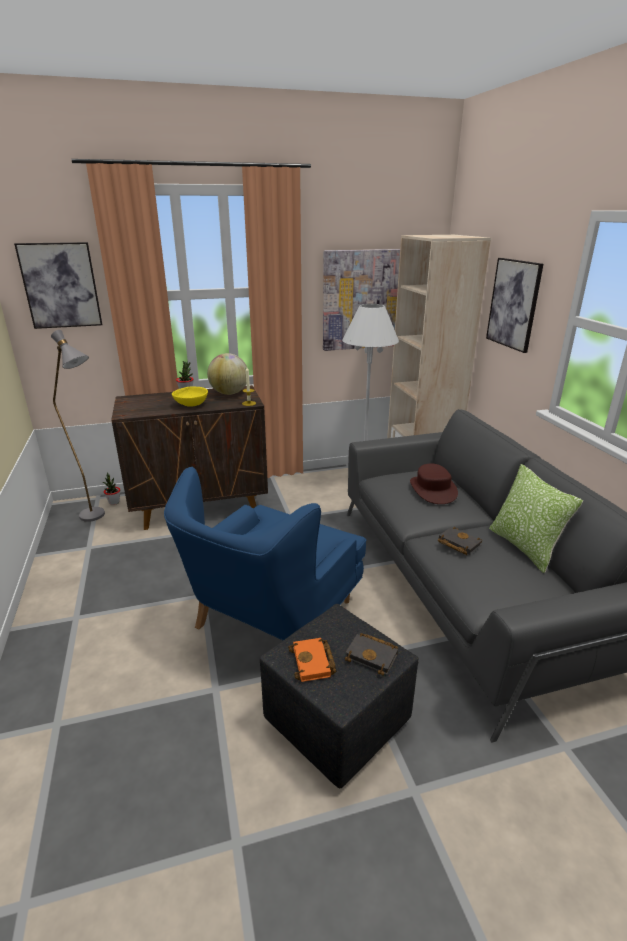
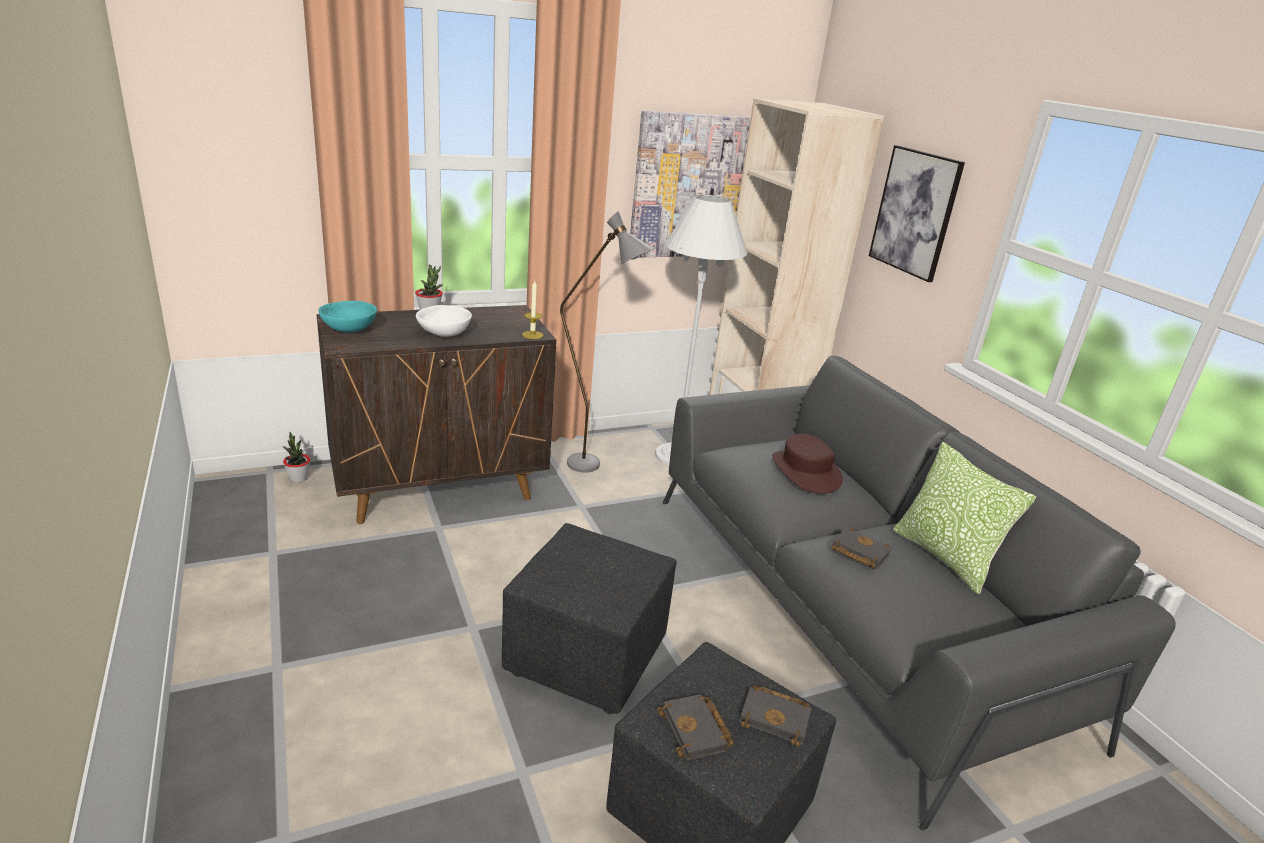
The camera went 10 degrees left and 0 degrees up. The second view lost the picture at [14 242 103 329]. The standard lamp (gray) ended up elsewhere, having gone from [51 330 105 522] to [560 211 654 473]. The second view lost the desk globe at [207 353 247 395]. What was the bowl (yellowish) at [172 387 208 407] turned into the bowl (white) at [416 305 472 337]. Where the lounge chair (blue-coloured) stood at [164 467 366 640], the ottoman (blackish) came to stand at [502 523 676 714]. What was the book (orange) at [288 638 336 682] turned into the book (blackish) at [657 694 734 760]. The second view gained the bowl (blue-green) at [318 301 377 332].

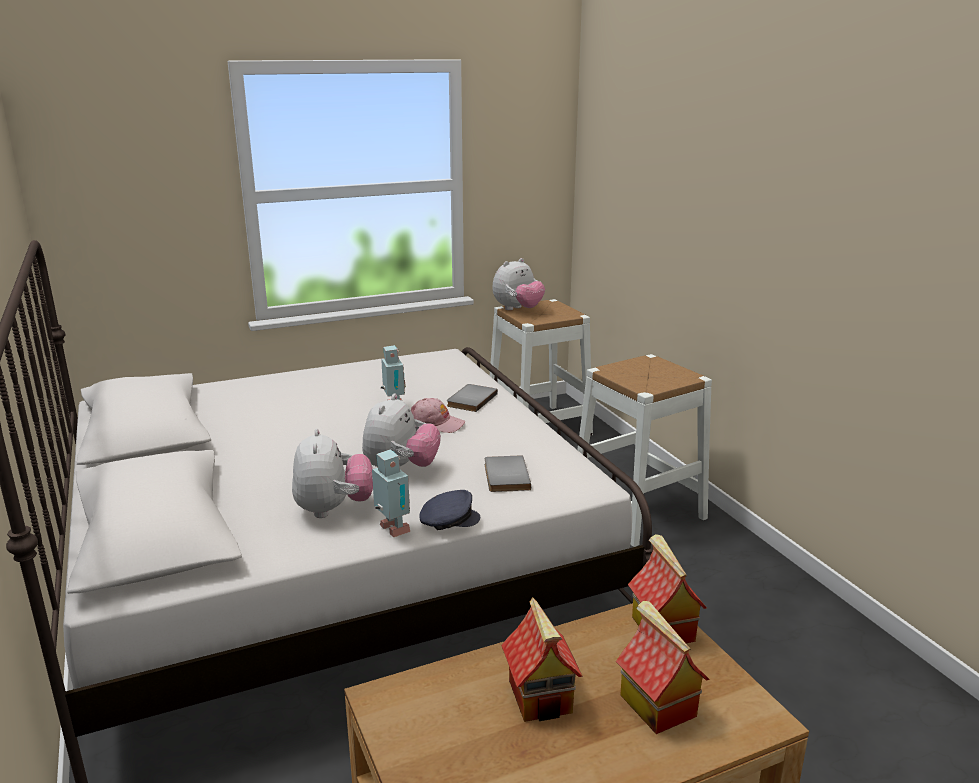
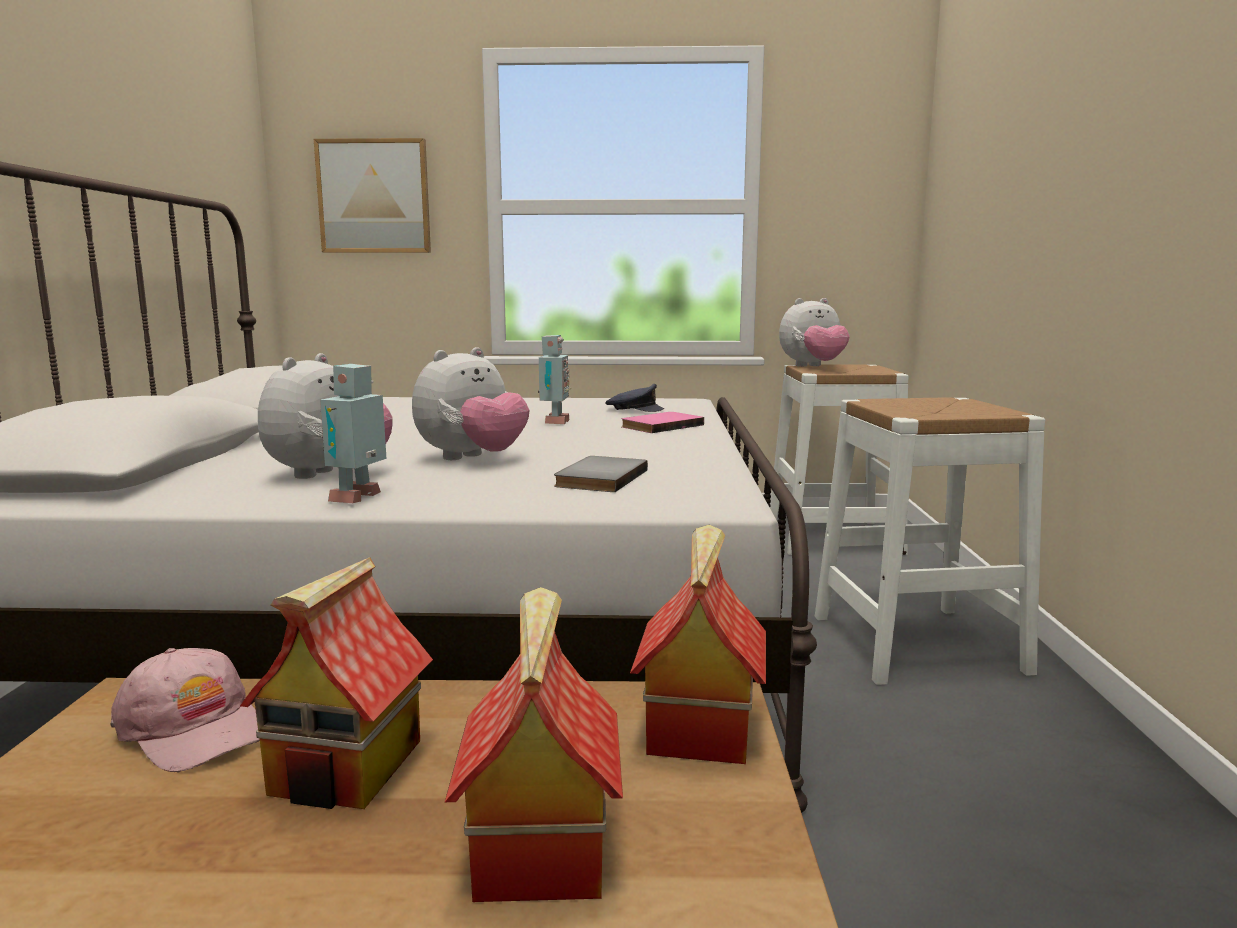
The camera went 25 degrees right and 10 degrees down. What was the book (gray) at [447 384 498 412] turned into the book (pink) at [621 412 704 433]. The baseball cap (pink) ended up elsewhere, having gone from [411 398 465 433] to [110 648 260 773]. The toy robot at [372 449 410 537] ended up facing another way, 150 degrees counterclockwise from before. The baseball cap (gray) ended up elsewhere, having gone from [419 490 480 530] to [606 384 664 412]. The second view gained the picture at [314 138 431 253].

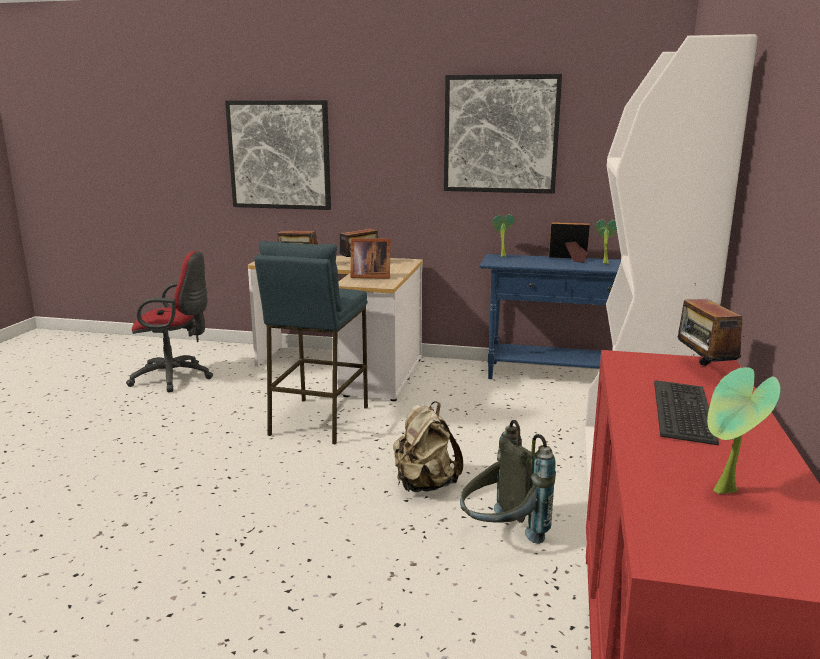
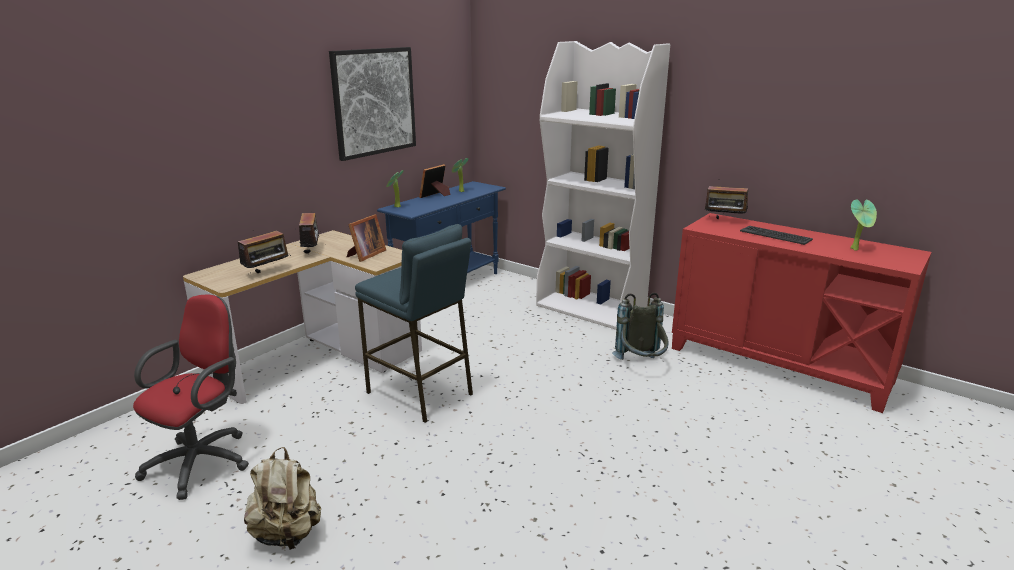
The camera went 65 degrees left and 5 degrees up. The second view lost the picture at [225 100 331 210]. The rucksack (sand-coloured) ended up elsewhere, having gone from [393 402 463 492] to [244 447 321 550].

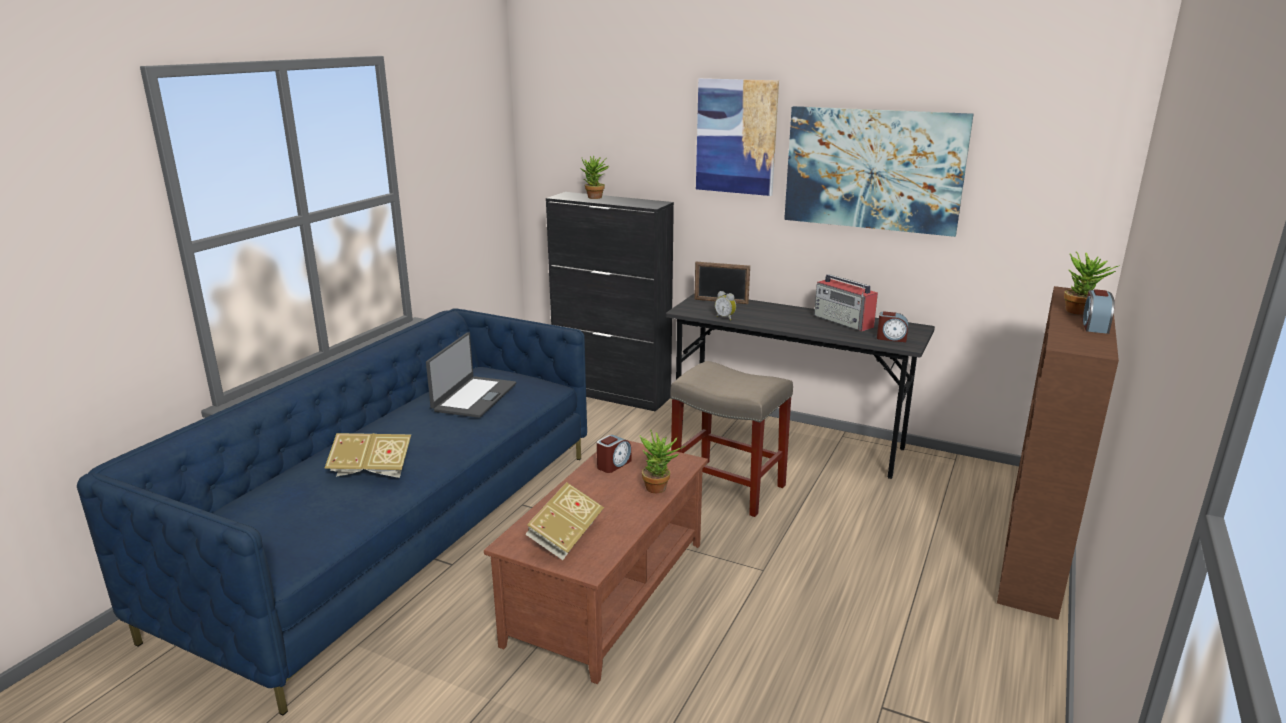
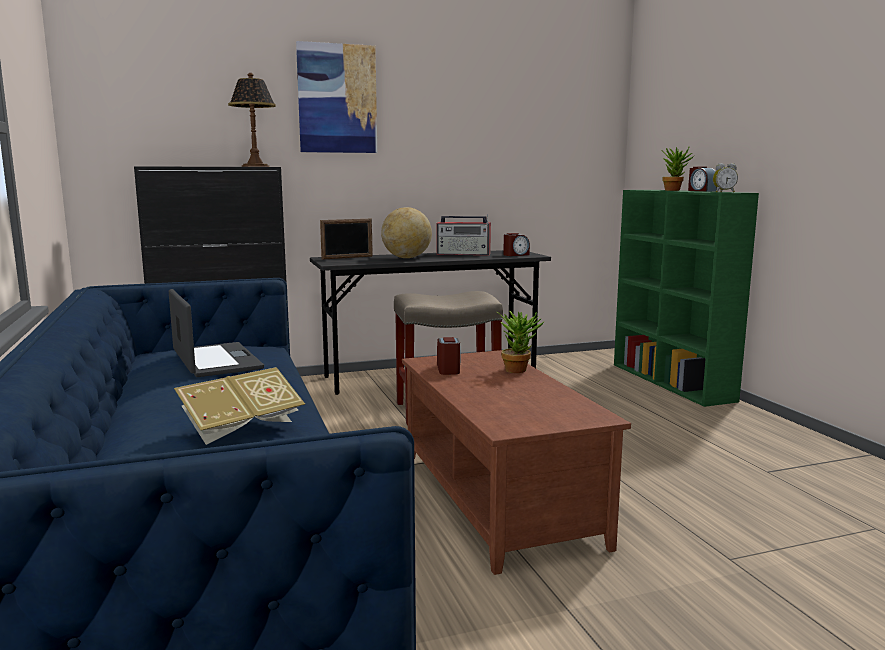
The camera went 45 degrees left and 10 degrees down. The second view lost the picture at [784 106 974 237]. The second view lost the potted plant at [581 155 610 199]. What was the bookcase (brown-coloured) at [997 286 1119 620] turned into the bookcase (greenish) at [614 190 759 407]. The table clock ended up elsewhere, having gone from [715 291 736 321] to [713 163 738 192]. The second view lost the book at [525 482 604 560]. The second view gained the table lamp at [228 73 276 167]. The second view gained the desk globe at [381 207 432 258].

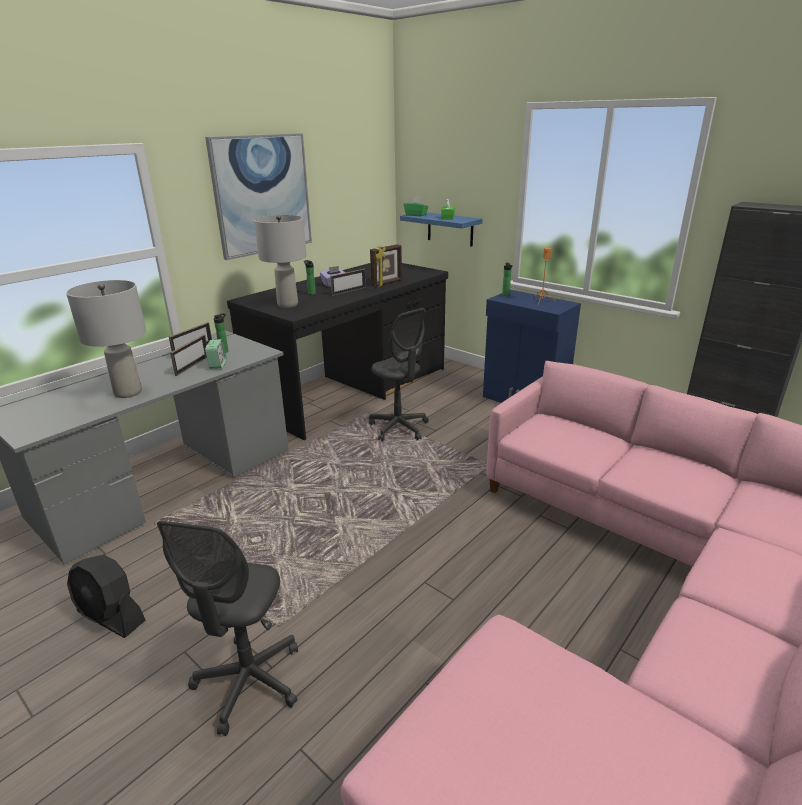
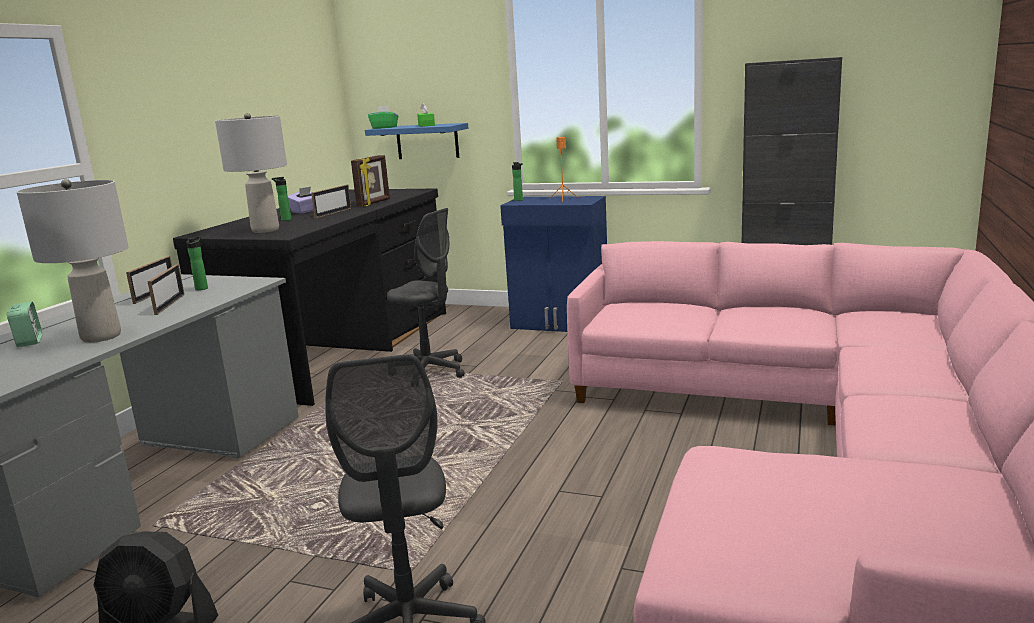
The camera went 20 degrees left and 10 degrees down. The second view lost the picture at [205 133 312 260]. The table clock ended up elsewhere, having gone from [205 339 226 369] to [7 302 42 347].

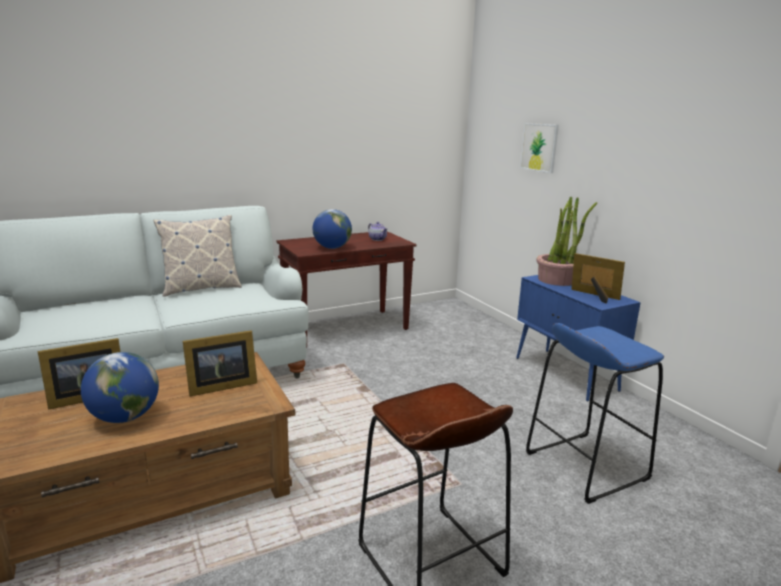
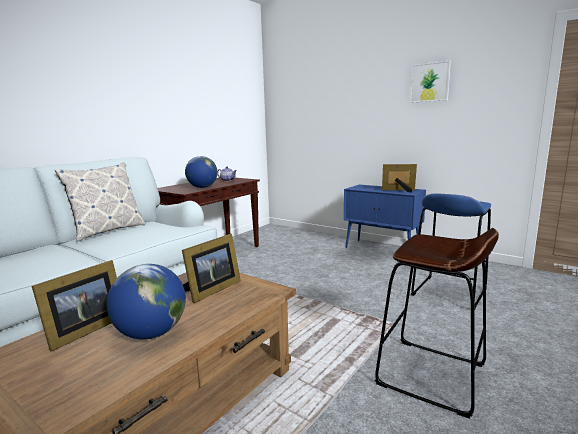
The camera went 25 degrees left and 5 degrees down. The picture ended up elsewhere, having gone from [520 123 559 173] to [410 60 451 103]. The second view lost the potted plant at [536 197 597 286].

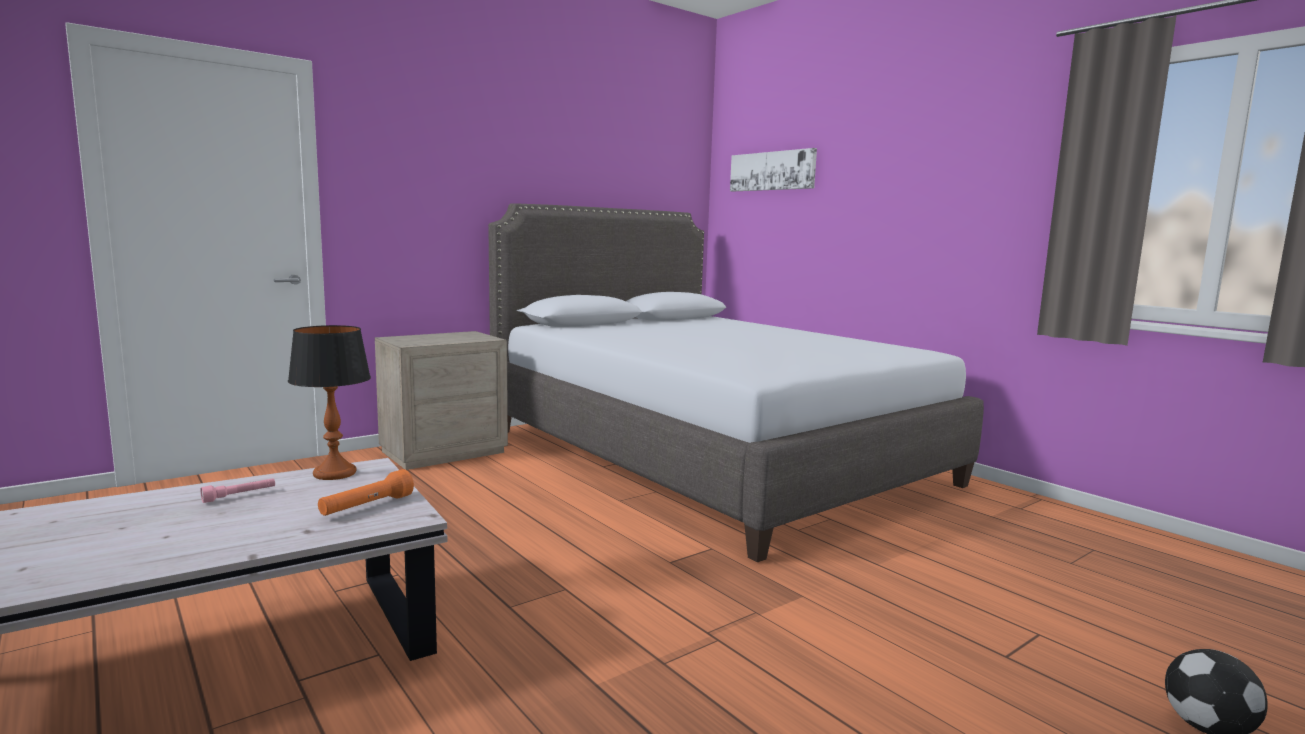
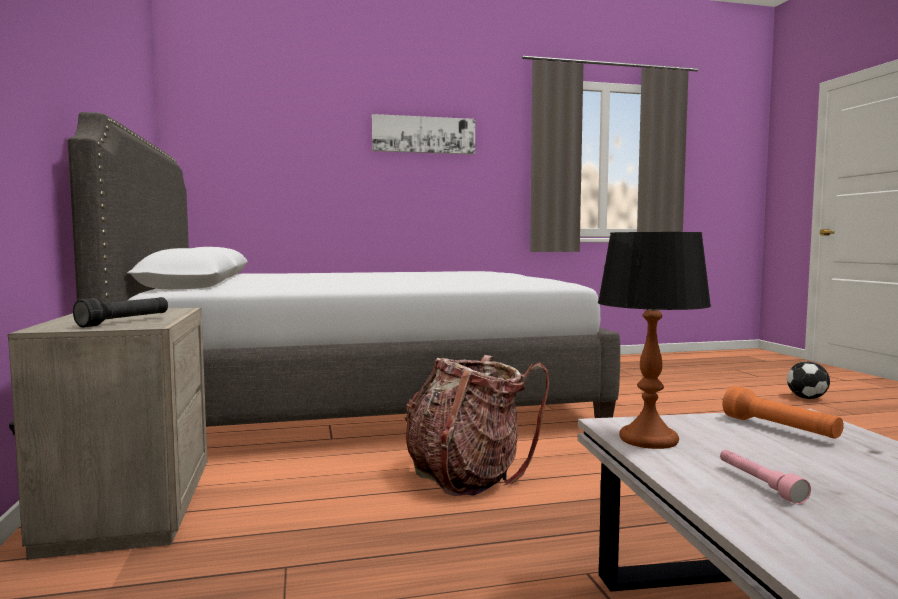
The camera went 65 degrees left and 5 degrees down. The picture ended up elsewhere, having gone from [730 148 817 191] to [372 114 475 154]. The second view gained the flashlight (blackish) at [73 297 168 328]. The second view gained the rucksack at [404 355 549 496].

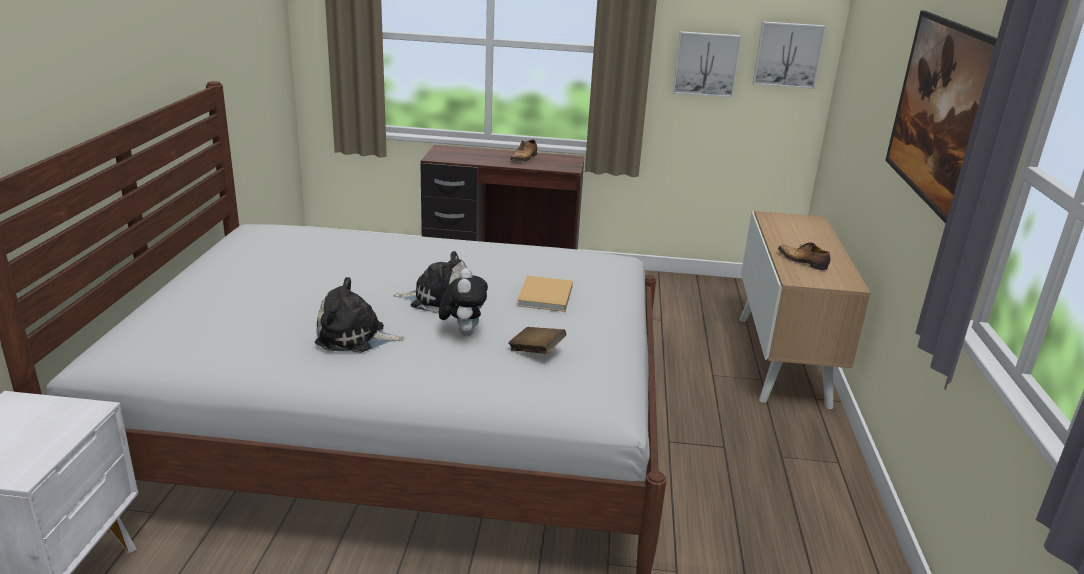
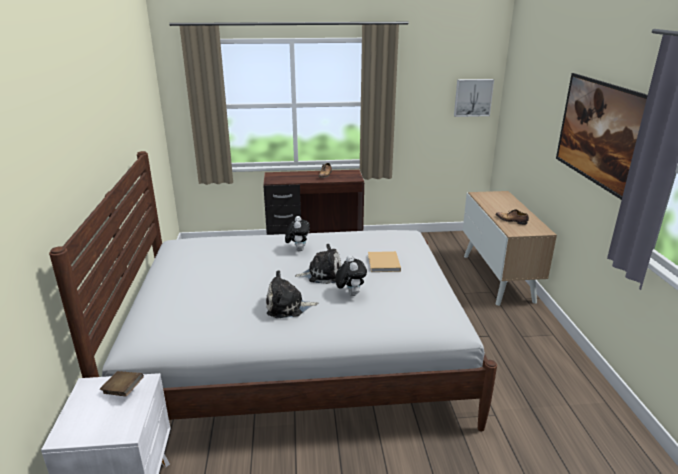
The camera went 10 degrees left and 0 degrees up. The second view lost the picture at [673 31 742 98]. The book (brown-coloured) ended up elsewhere, having gone from [508 327 566 354] to [100 371 144 397]. The second view gained the soft toy at [285 216 310 251].

